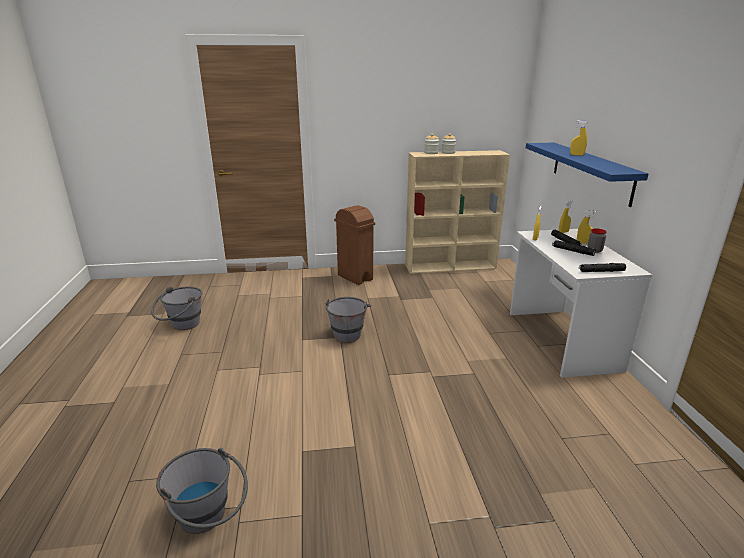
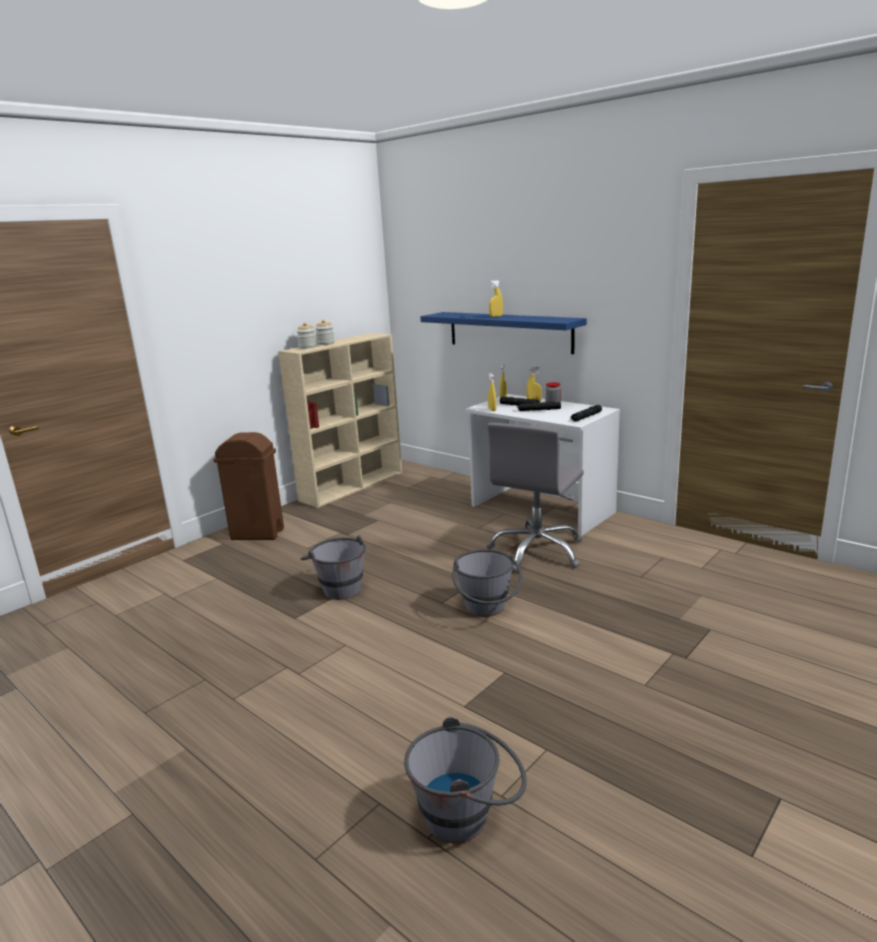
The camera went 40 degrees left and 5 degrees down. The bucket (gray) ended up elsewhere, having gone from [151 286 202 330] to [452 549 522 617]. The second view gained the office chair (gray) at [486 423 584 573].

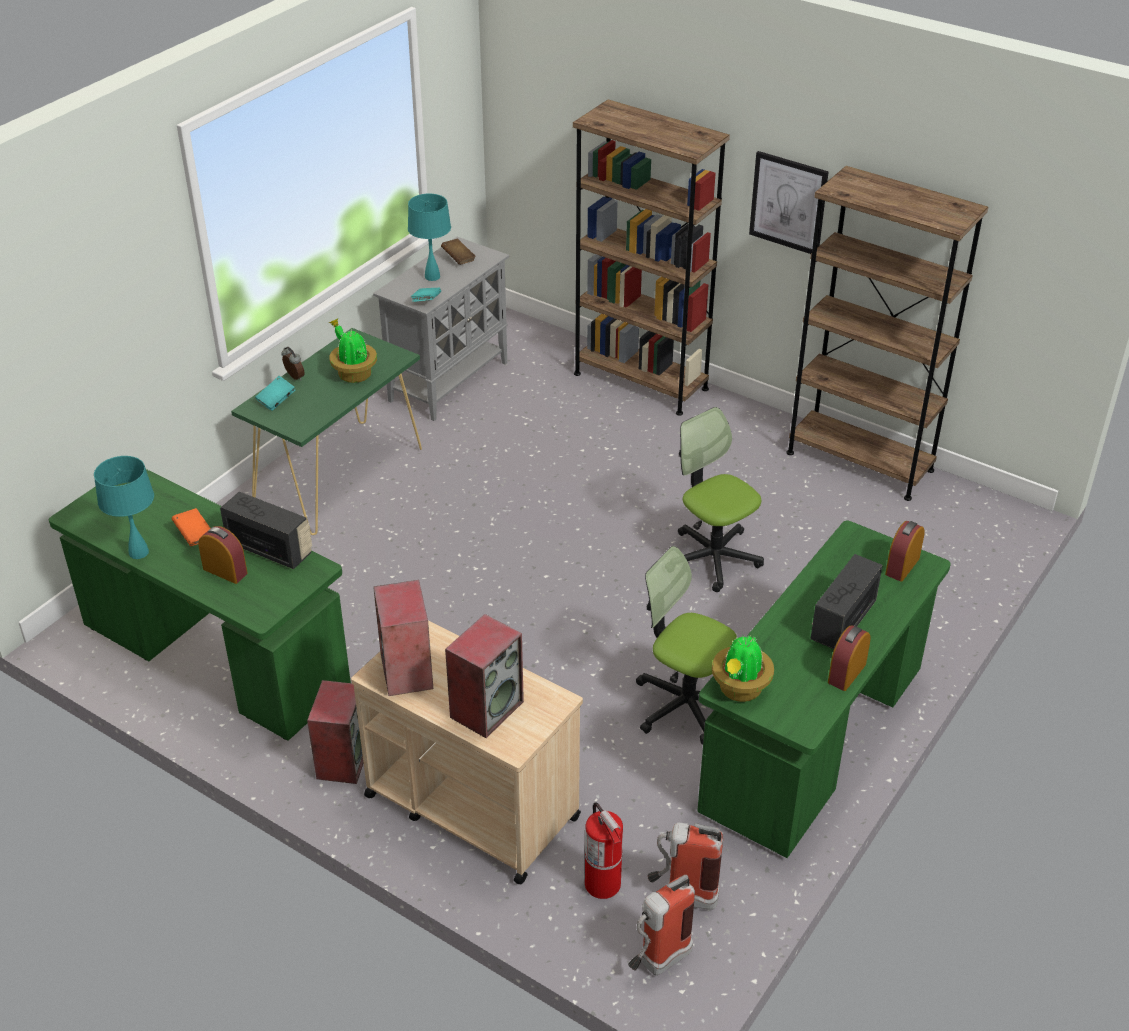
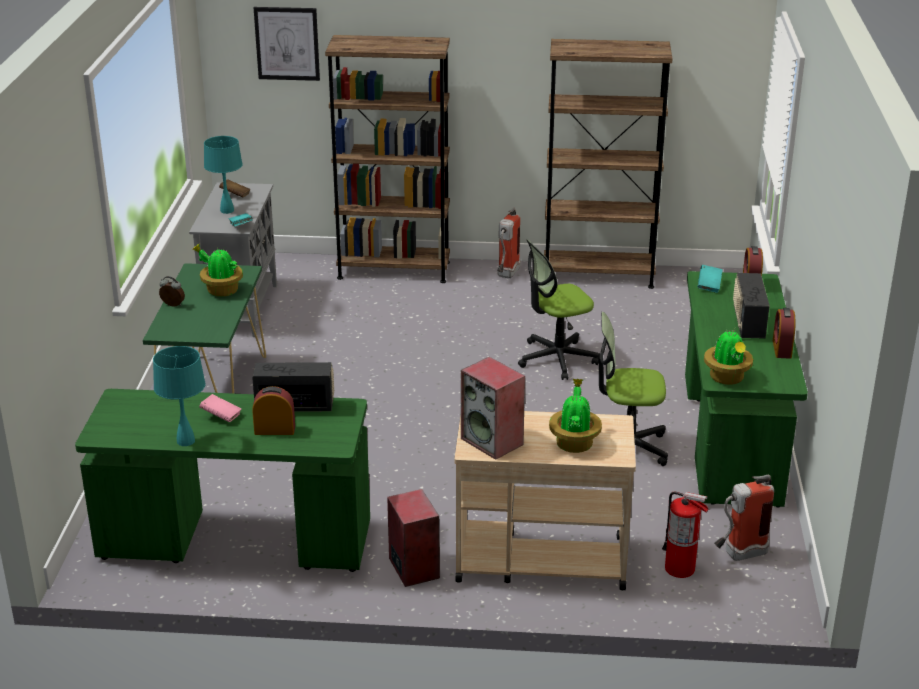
The camera went 30 degrees left and 10 degrees down. The picture ended up elsewhere, having gone from [749 151 829 254] to [254 7 320 81]. The book (blue-green) ended up elsewhere, having gone from [255 376 295 411] to [697 265 723 293]. The office chair at [678 407 764 592] ended up facing another way, 45 degrees counterclockwise from before. What was the book (orange) at [172 508 211 546] turned into the book (pink) at [199 394 241 422]. Where the audio speaker stood at [445 614 524 738], the potted plant came to stand at [549 379 602 453]. The fire-fighting cylinder ended up elsewhere, having gone from [628 875 695 975] to [497 208 521 278].

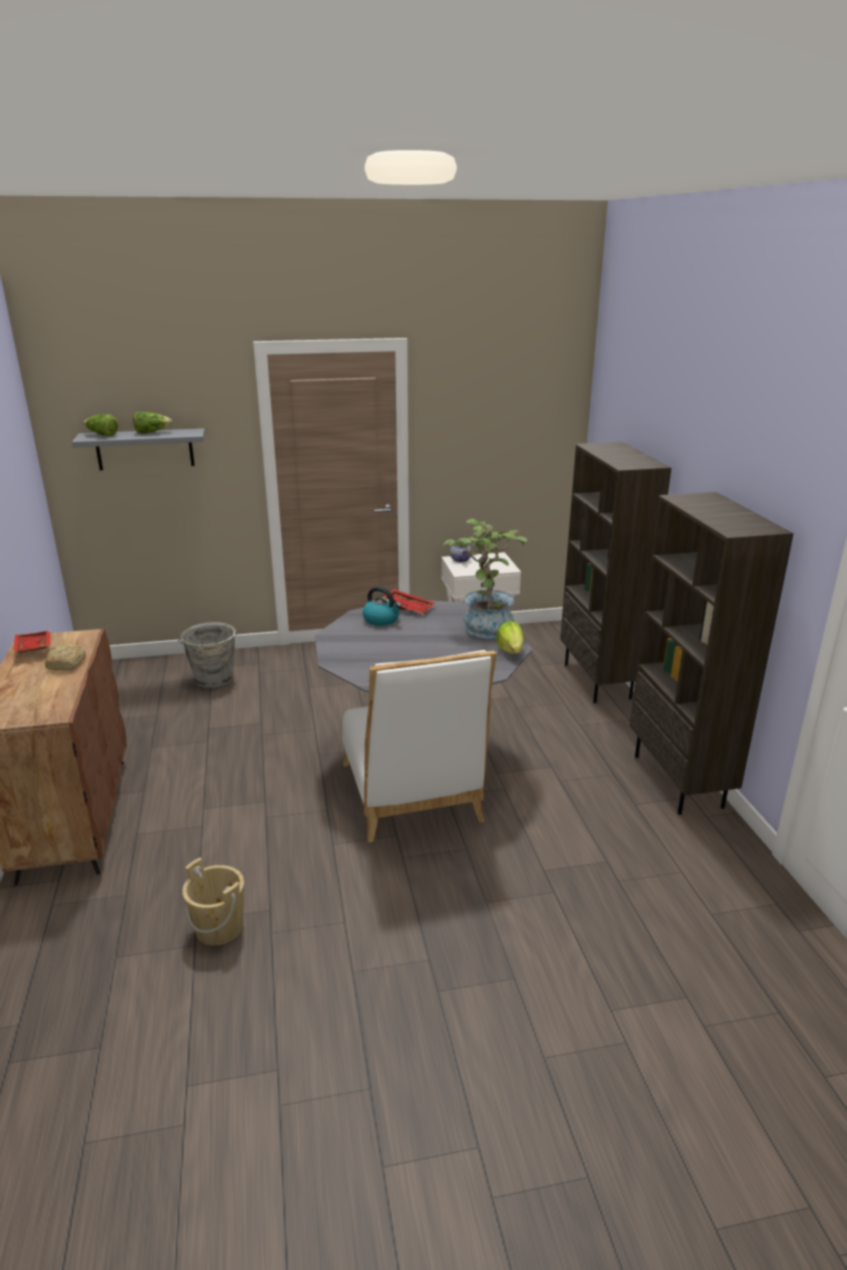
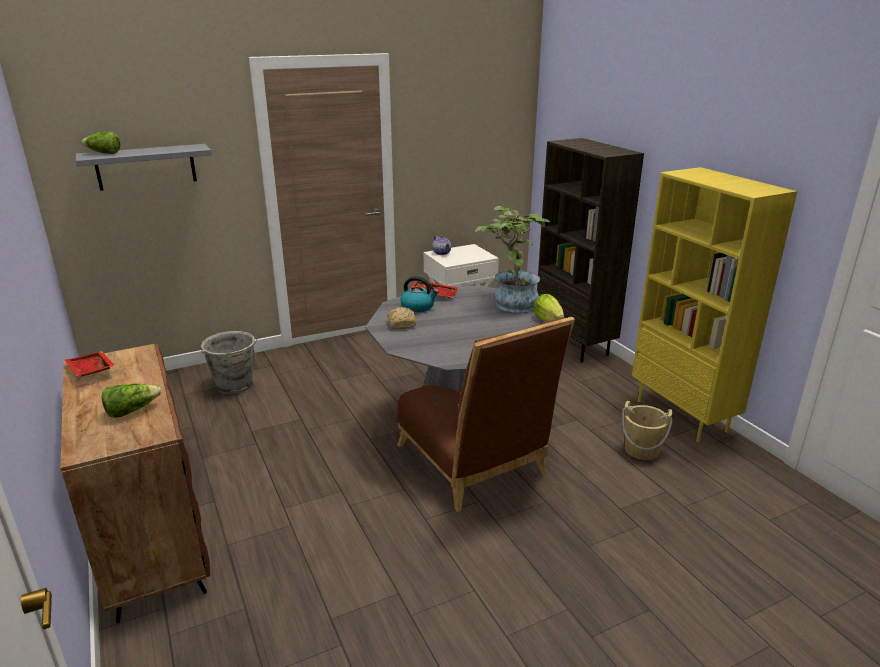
The camera went 15 degrees left and 0 degrees up. The head of lettuce ended up elsewhere, having gone from [133 412 172 434] to [102 384 161 418]. What was the bookcase (brown-coloured) at [630 492 794 815] turned into the bookcase (yellowish) at [632 167 797 443]. The bread ended up elsewhere, having gone from [45 643 86 670] to [387 307 416 329]. What was the plain chair (white) at [342 650 497 842] turned into the plain chair (brown-coloured) at [397 317 575 512]. The bucket (sand-coloured) ended up elsewhere, having gone from [182 858 244 946] to [622 400 672 460].

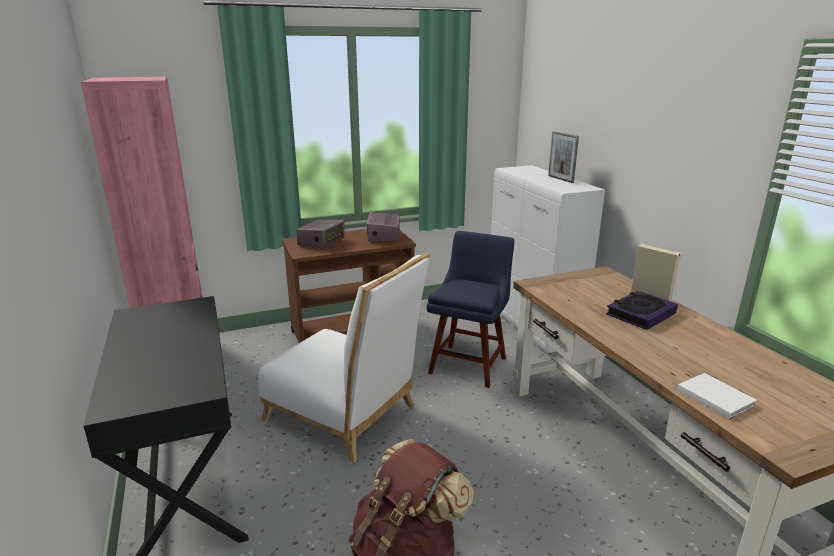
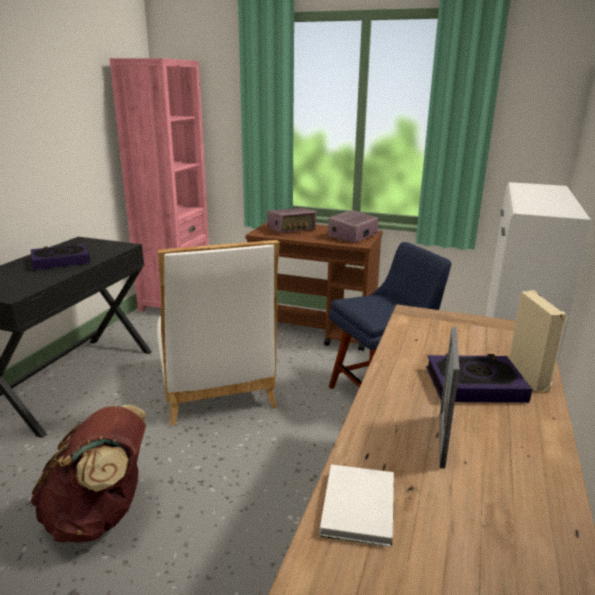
The camera went 40 degrees right and 0 degrees up. The standing frame ended up elsewhere, having gone from [548 131 579 183] to [440 327 460 469]. The second view gained the book at [31 244 90 270].

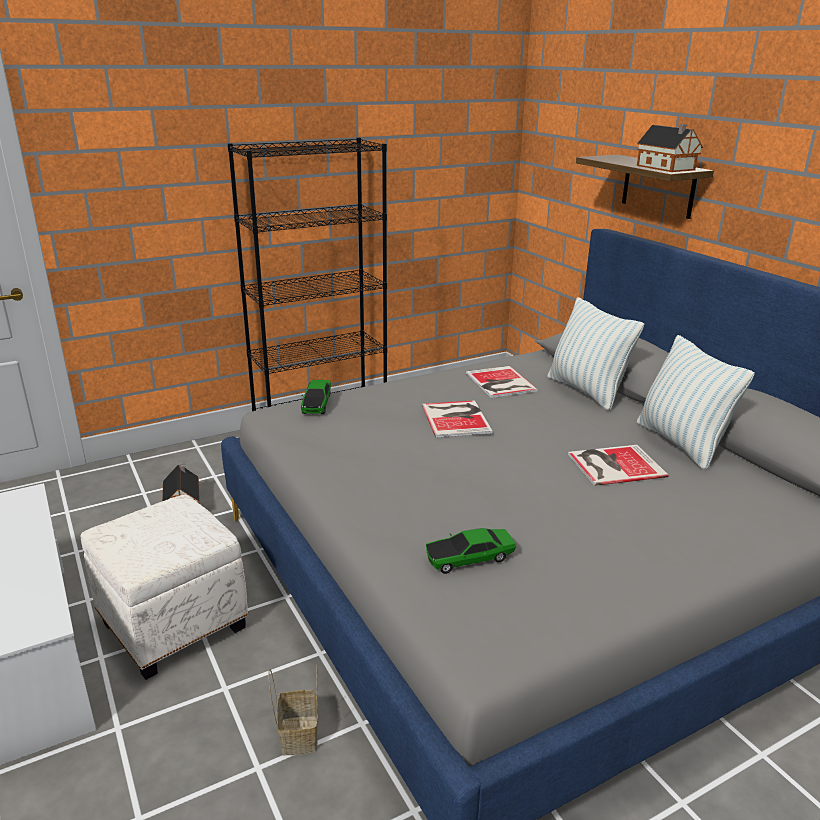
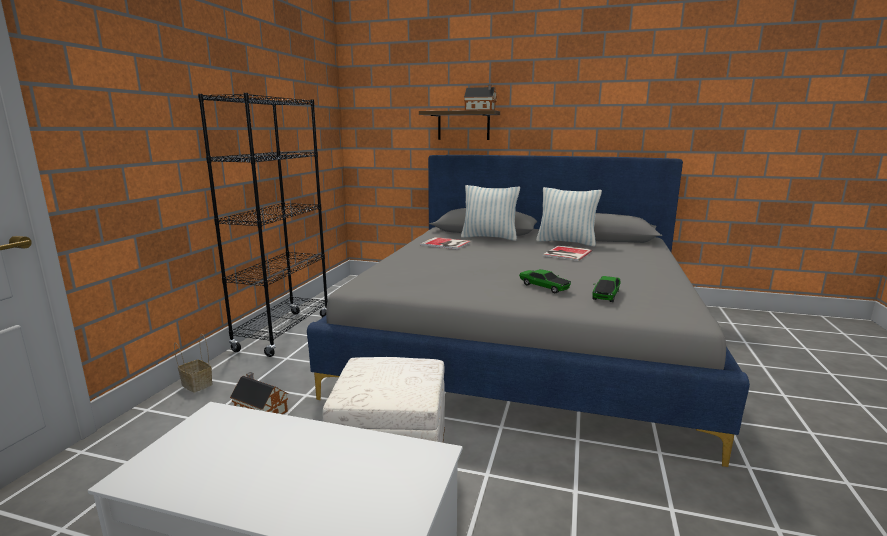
The camera went 45 degrees left and 10 degrees down. The miniature car ended up elsewhere, having gone from [301 380 331 414] to [519 269 571 293]. The second view lost the book at [422 400 492 437]. The household basket ended up elsewhere, having gone from [268 664 318 755] to [174 334 213 392].

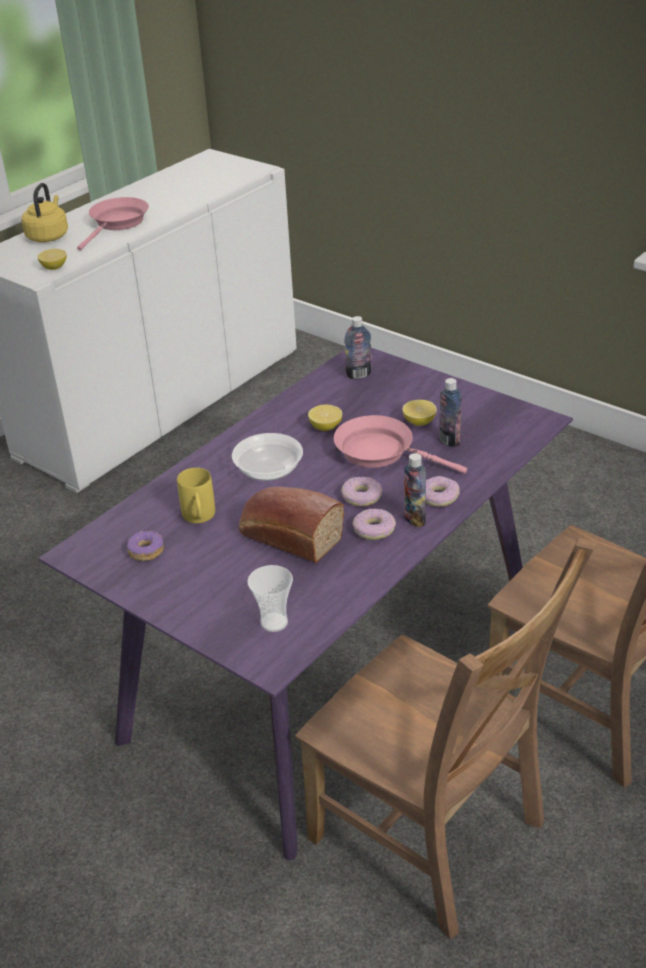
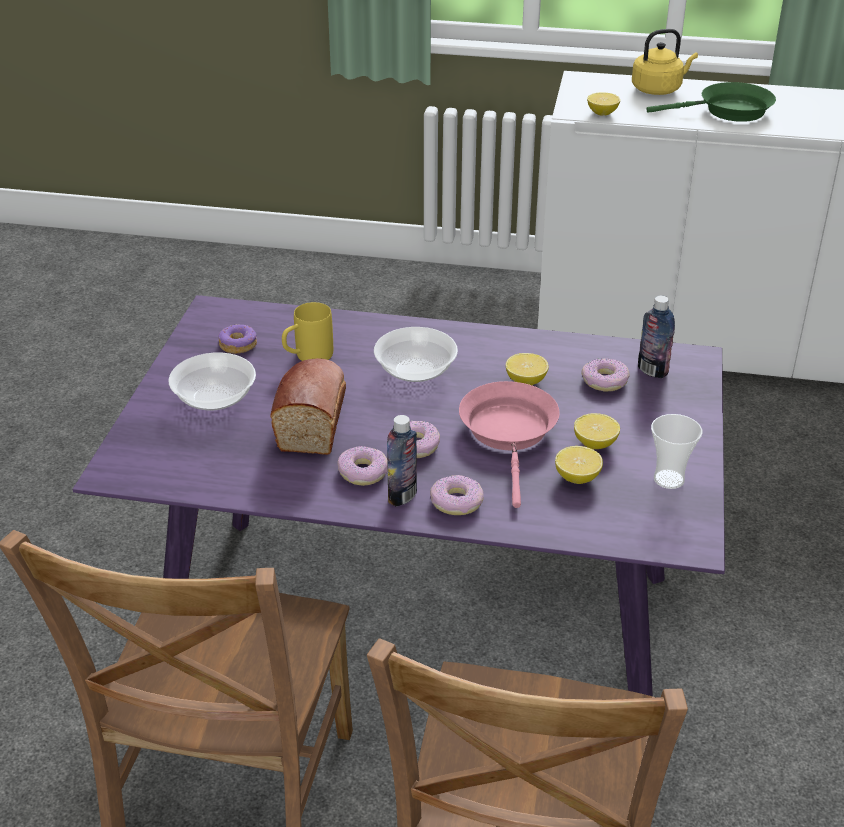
The camera went 60 degrees right and 0 degrees up. What was the pan (pink) at [77 197 149 251] turned into the pan (greenish) at [646 82 776 122]. Where the bottle stood at [439 378 461 447], the whole lemon came to stand at [555 446 603 484]. The drinking cup ended up elsewhere, having gone from [247 565 293 632] to [651 414 702 489]. The second view gained the bowl at [168 353 256 410]. The second view gained the donut at [581 358 630 392].

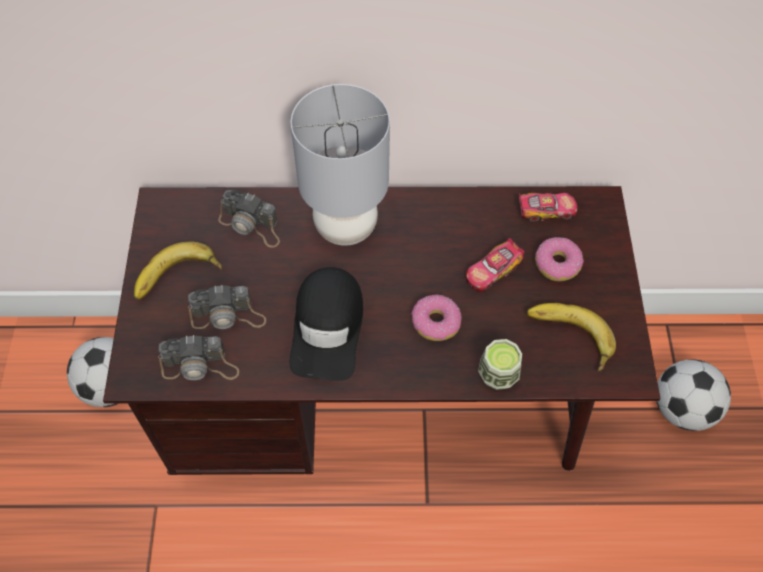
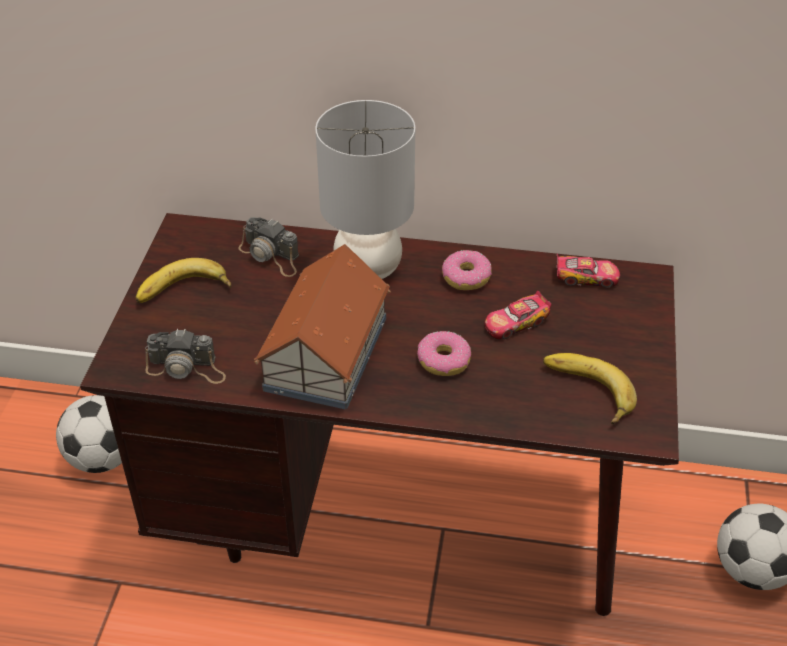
The camera went 10 degrees right and 15 degrees down. The donut ended up elsewhere, having gone from [535 237 584 281] to [442 250 492 290]. Where the baseball cap (blackish) stood at [290 267 363 381], the toy house came to stand at [254 244 391 410]. The second view lost the photo camera at [188 285 266 329]. The second view lost the drinking cup at [478 339 522 390].

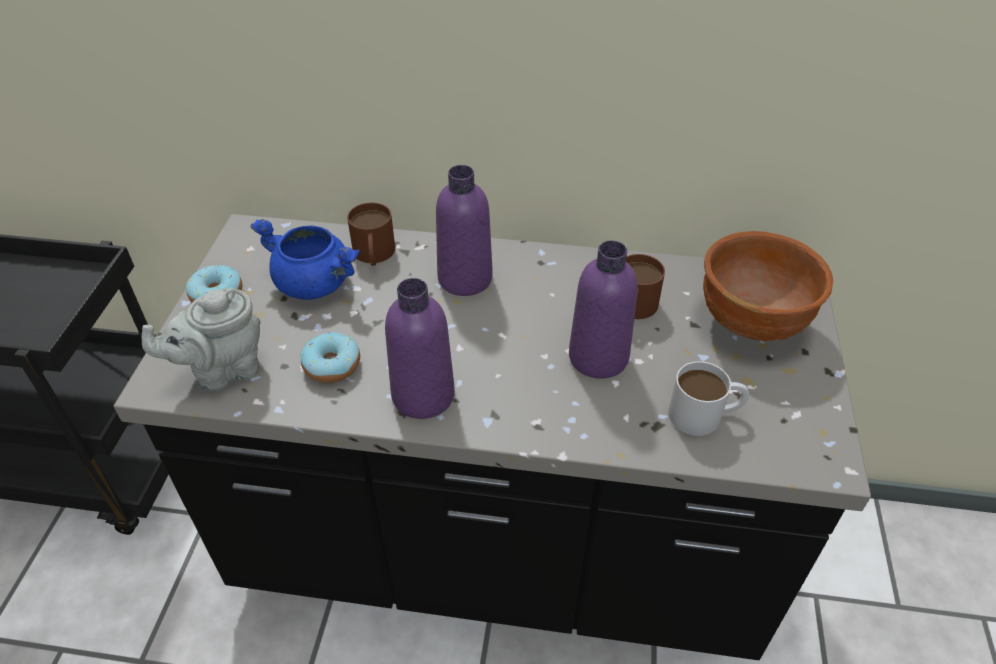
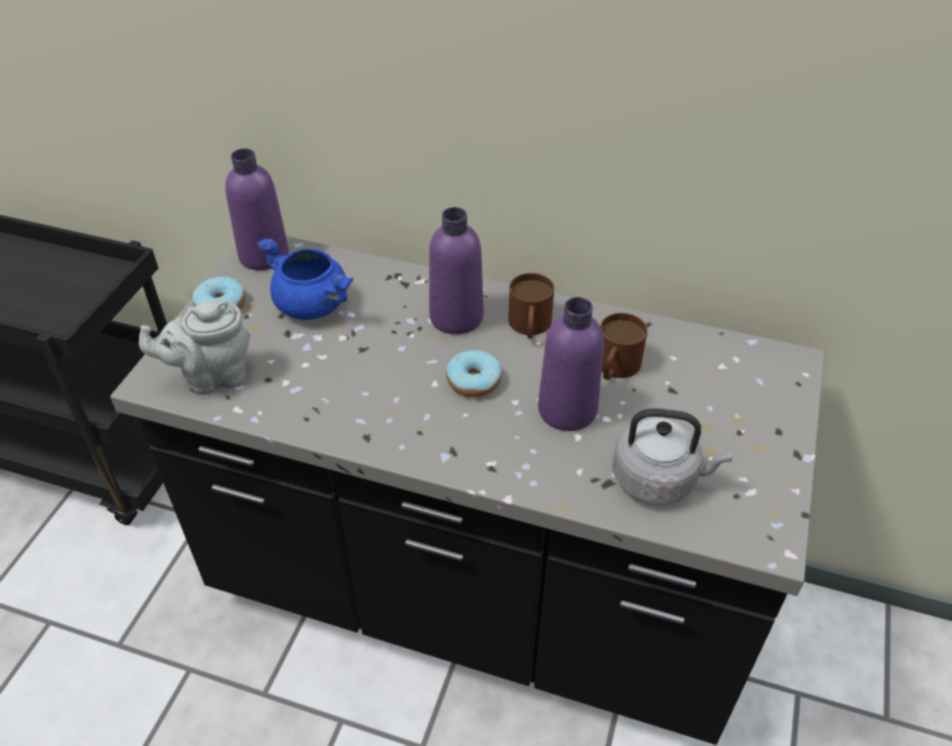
The camera went 10 degrees right and 0 degrees up. The coffee mug (brown-coloured) ended up elsewhere, having gone from [347 203 395 266] to [508 273 554 339]. The second view lost the bowl (brown-coloured) at [703 231 833 341]. The bottle (purplish) ended up elsewhere, having gone from [385 278 455 419] to [225 148 289 270]. The donut ended up elsewhere, having gone from [300 332 360 383] to [446 349 502 397]. Where the coffee mug (white) stood at [668 361 749 436], the water kettle (gray) came to stand at [612 408 732 504].

